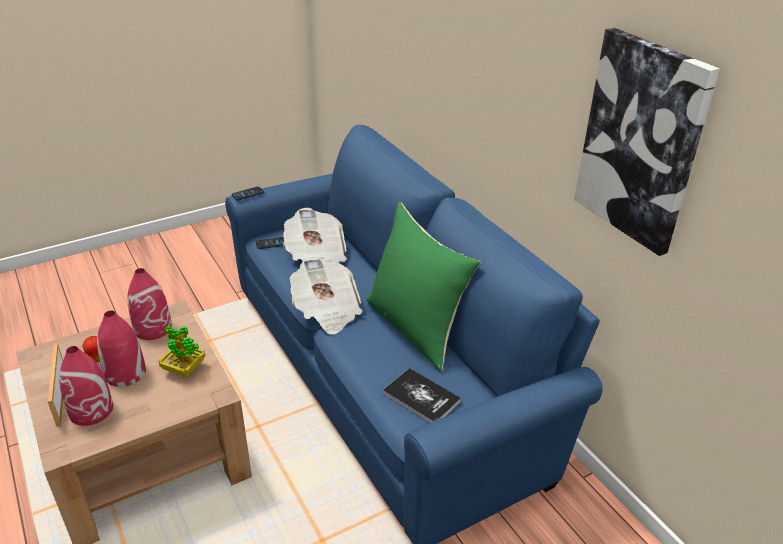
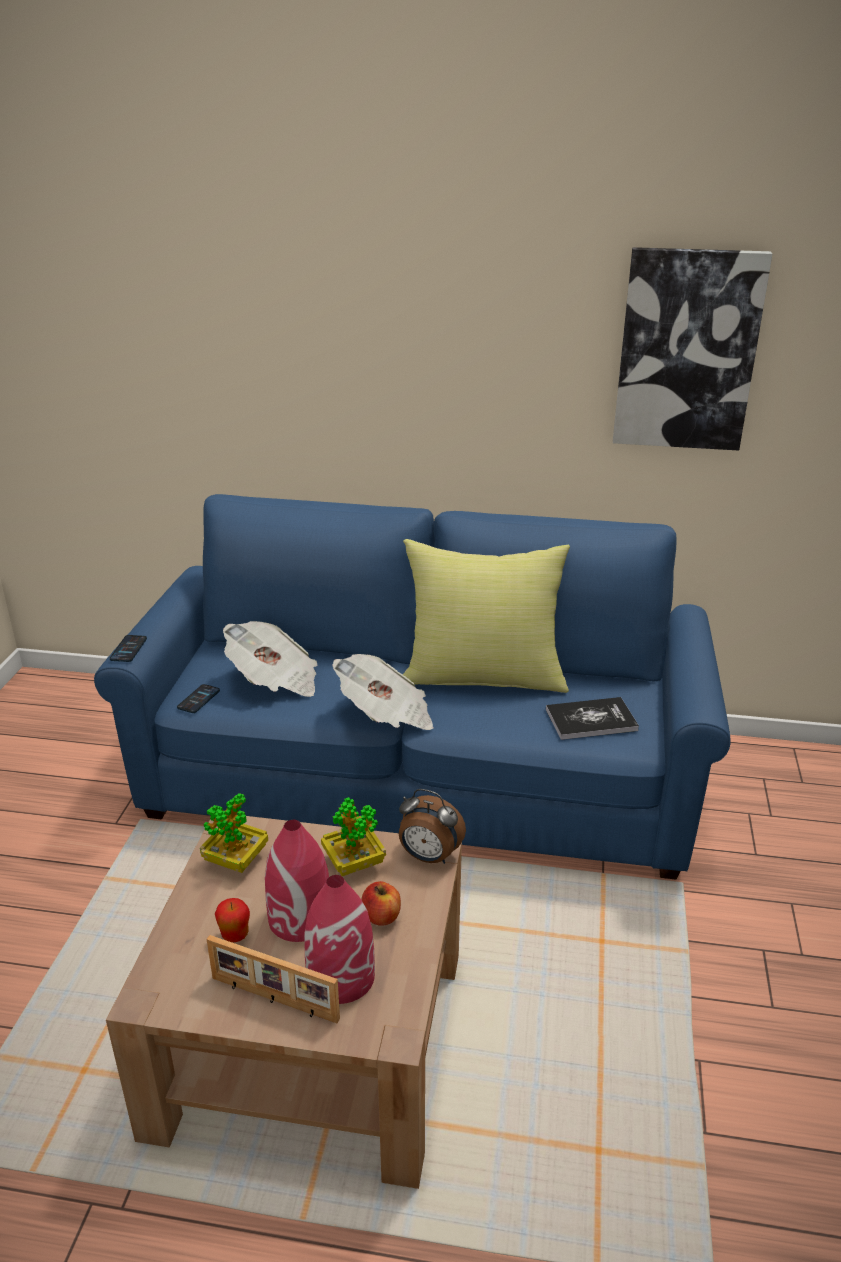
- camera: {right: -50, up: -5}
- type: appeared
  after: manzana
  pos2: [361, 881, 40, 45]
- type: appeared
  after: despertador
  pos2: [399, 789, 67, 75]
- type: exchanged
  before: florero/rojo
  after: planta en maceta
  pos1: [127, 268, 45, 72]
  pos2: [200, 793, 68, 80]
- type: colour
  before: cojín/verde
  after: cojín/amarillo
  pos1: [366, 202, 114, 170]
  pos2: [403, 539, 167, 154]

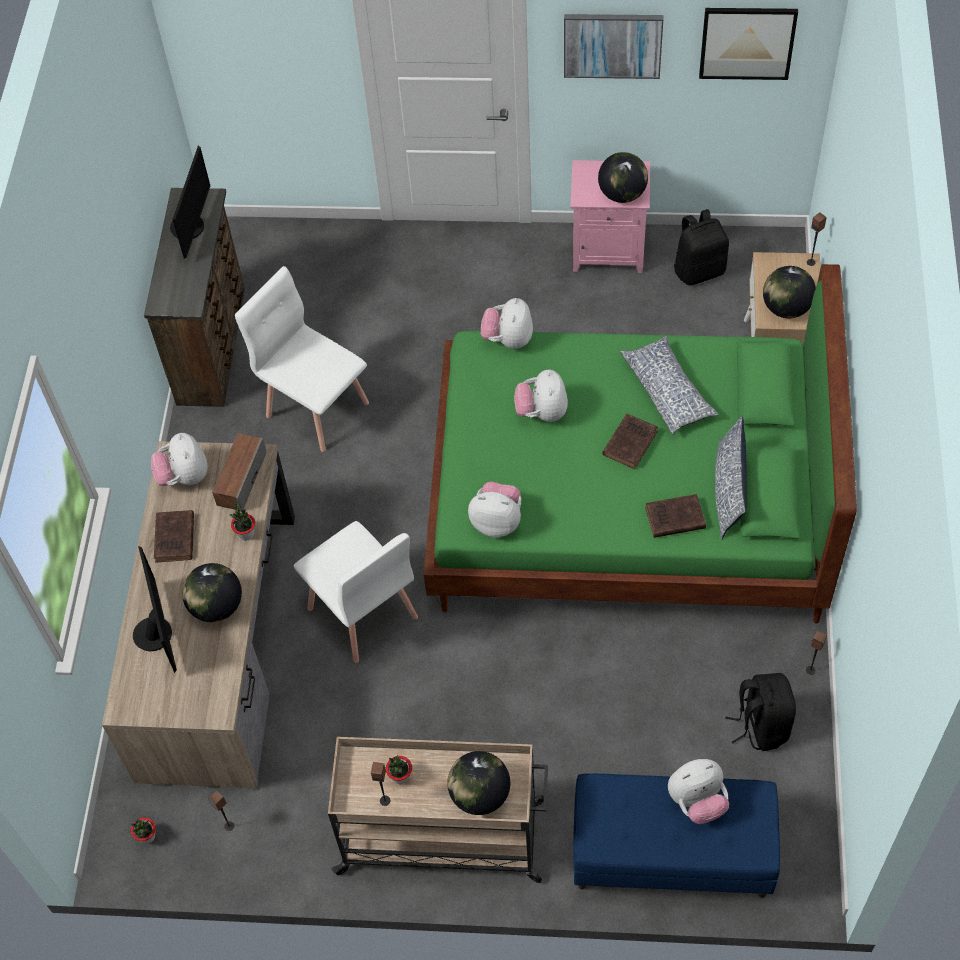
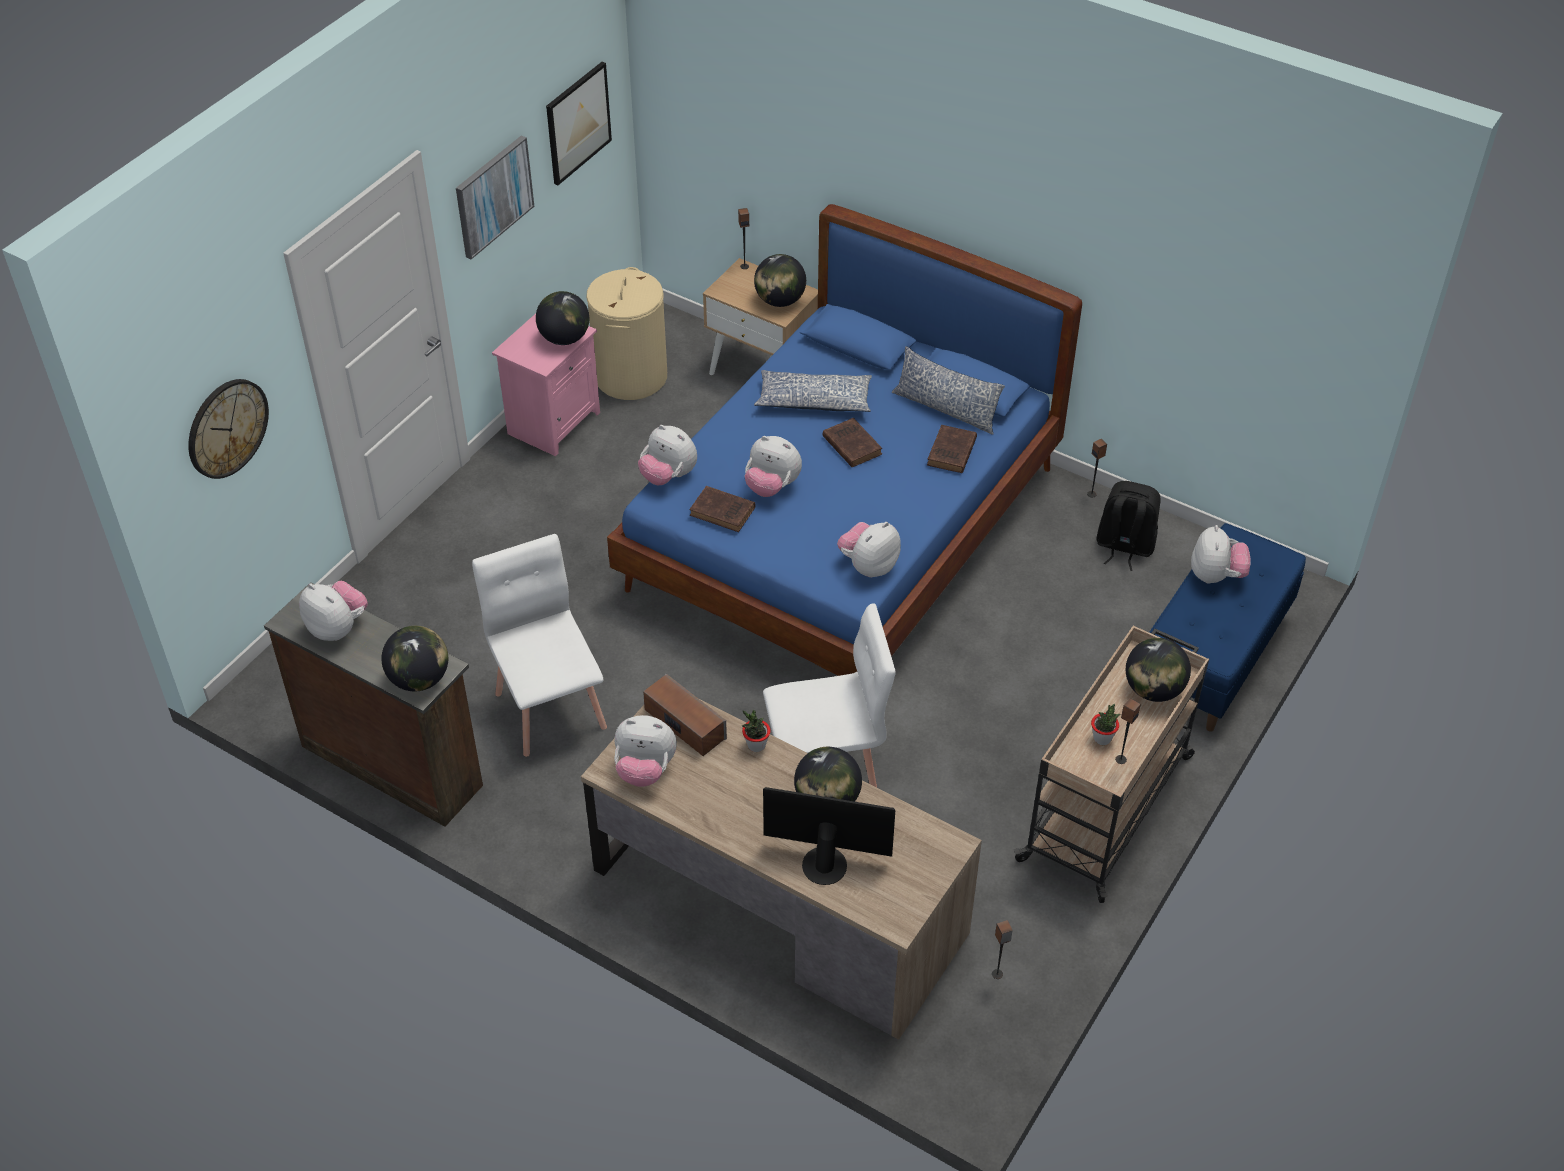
- camera: {right: -65, up: -10}
- type: missing
  before: planta en maceta
  pos1: [131, 818, 24, 26]
- type: appeared
  after: reloj de pared
  pos2: [188, 379, 81, 100]
- type: appeared
  after: globo terráqueo
  pos2: [381, 626, 67, 65]
- type: relocated
  before: libro/marrón
  pos1: [154, 510, 40, 52]
  pos2: [690, 486, 65, 46]
- type: exchanged
  before: monitor
  after: peluche
  pos1: [170, 145, 40, 114]
  pos2: [299, 581, 69, 60]
- type: exchanged
  before: mochila/negro
  after: cesto de la ropa/beis
  pos1: [674, 209, 55, 76]
  pos2: [586, 267, 81, 133]
- type: colour
  before: cama/verde
  after: cama/azul
  pos1: [424, 264, 432, 360]
  pos2: [607, 204, 475, 472]
- type: spun
  before: silla/blanco
  pos1: [235, 266, 134, 186]
  pos2: [472, 534, 135, 223]
  turn: 90

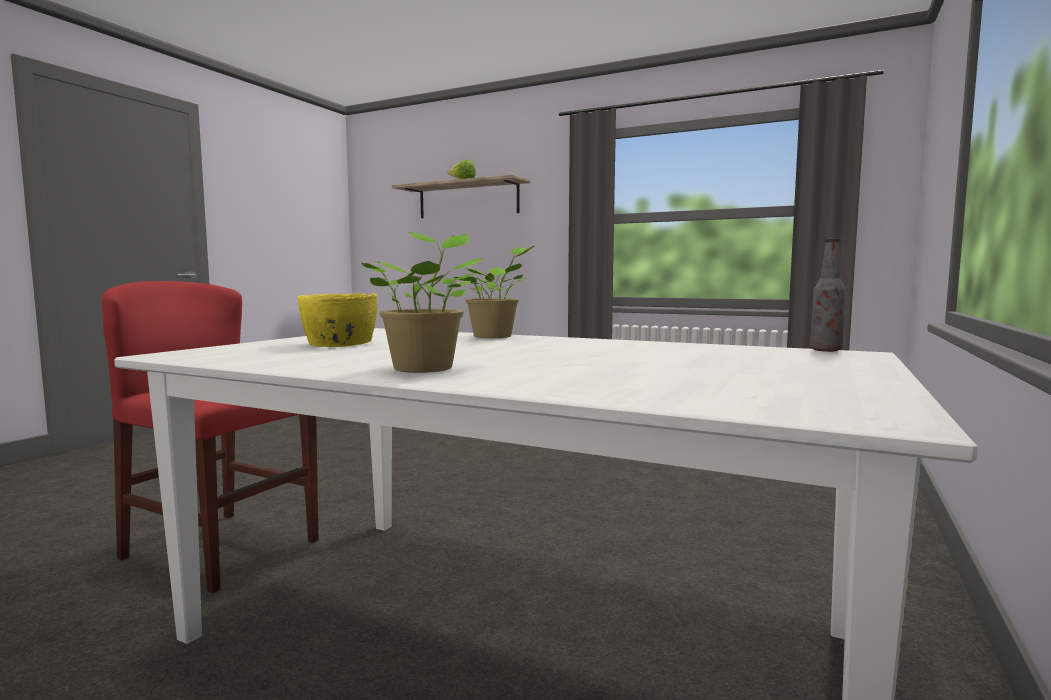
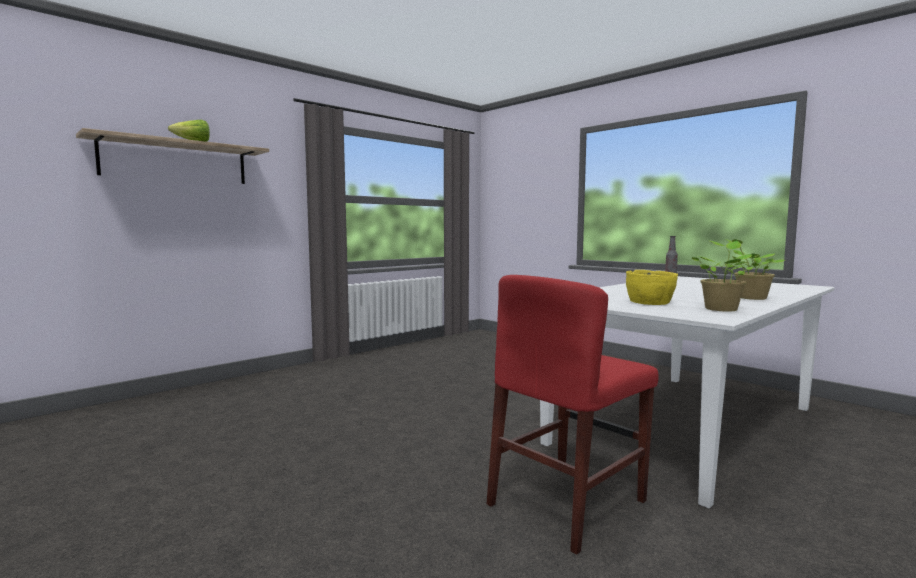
- camera: {right: -70, up: 0}
- type: relocated
  before: planta en maceta
  pos1: [453, 246, 81, 92]
  pos2: [692, 240, 61, 72]

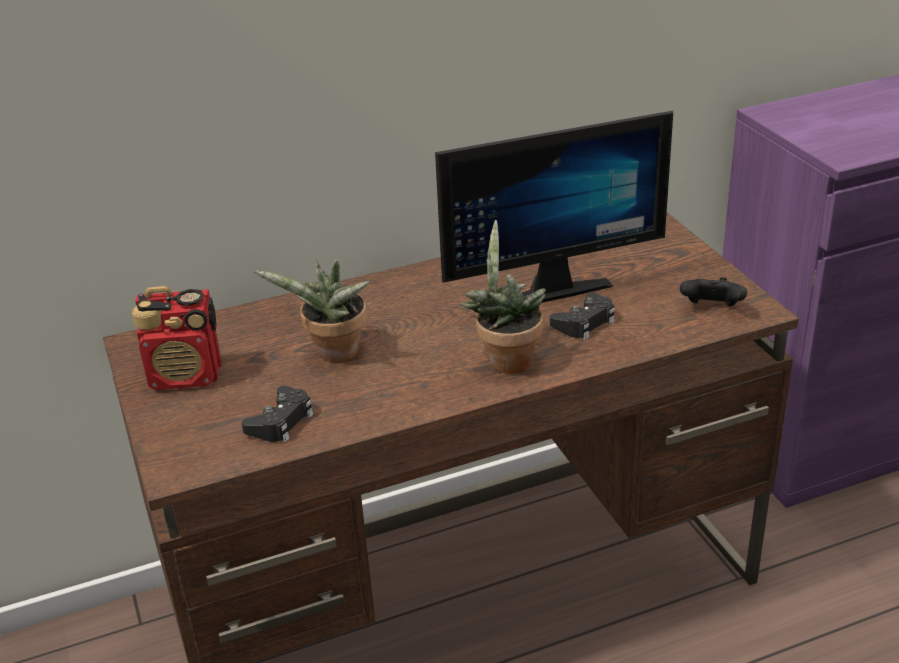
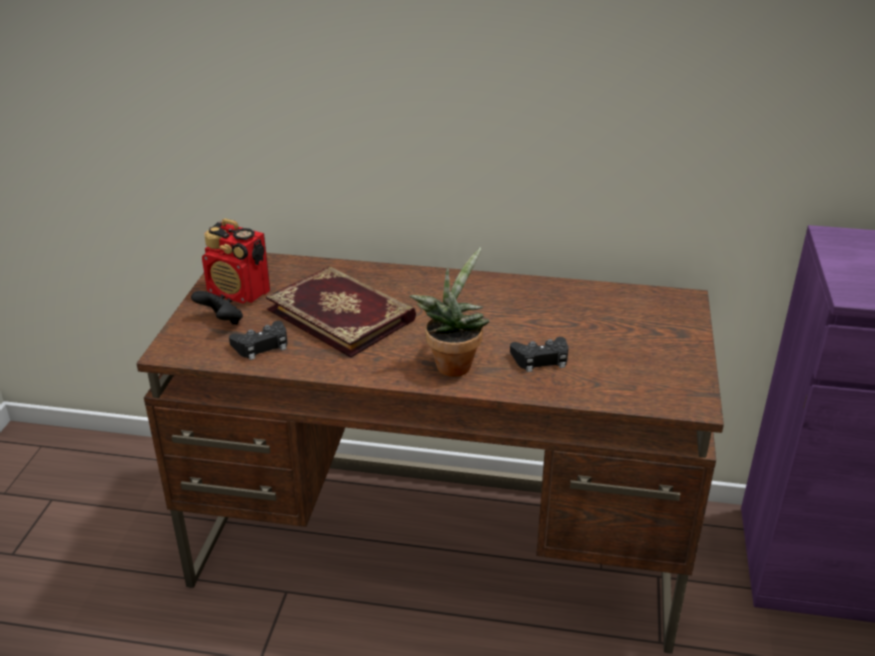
- camera: {right: 30, up: 0}
- type: missing
  before: monitor
  pos1: [435, 111, 238, 192]
- type: relocated
  before: mando de consola/negro
  pos1: [680, 277, 67, 29]
  pos2: [191, 291, 52, 34]
- type: exchanged
  before: planta en maceta
  after: libro
  pos1: [253, 259, 116, 103]
  pos2: [266, 266, 150, 92]

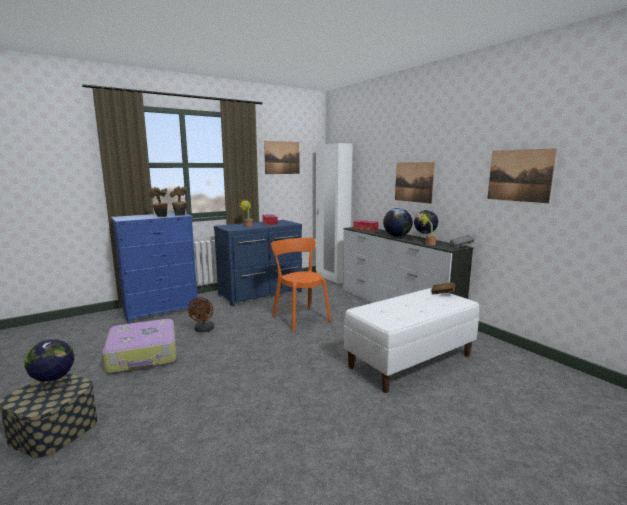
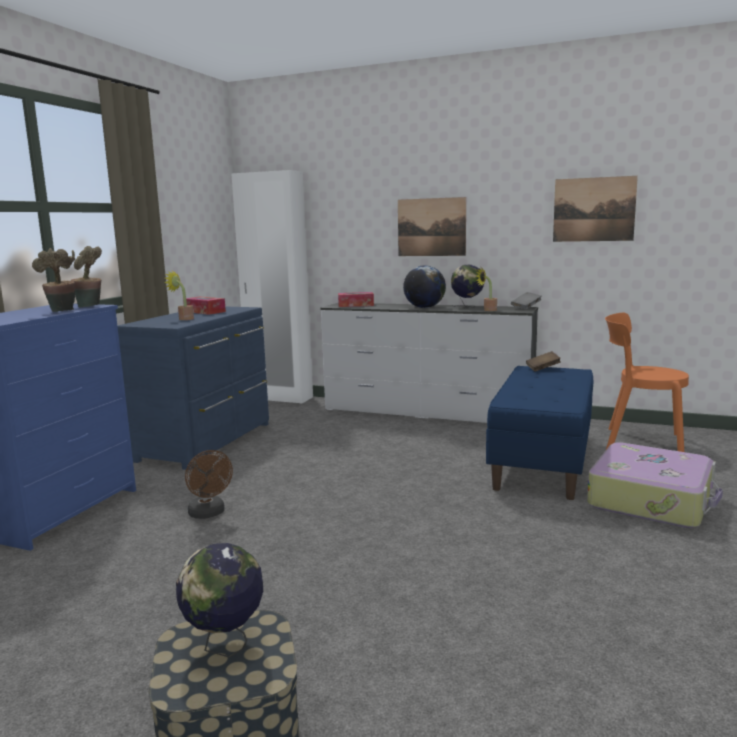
- camera: {right: -35, up: 0}
- type: missing
  before: cuadro
  pos1: [264, 141, 36, 33]
- type: relocated
  before: maleta
  pos1: [102, 319, 75, 55]
  pos2: [587, 442, 136, 86]
- type: relocated
  before: silla/naranja
  pos1: [271, 238, 60, 93]
  pos2: [605, 313, 84, 139]
- type: colour
  before: banco/blanco
  after: banco/azul
  pos1: [344, 288, 135, 105]
  pos2: [486, 366, 107, 134]

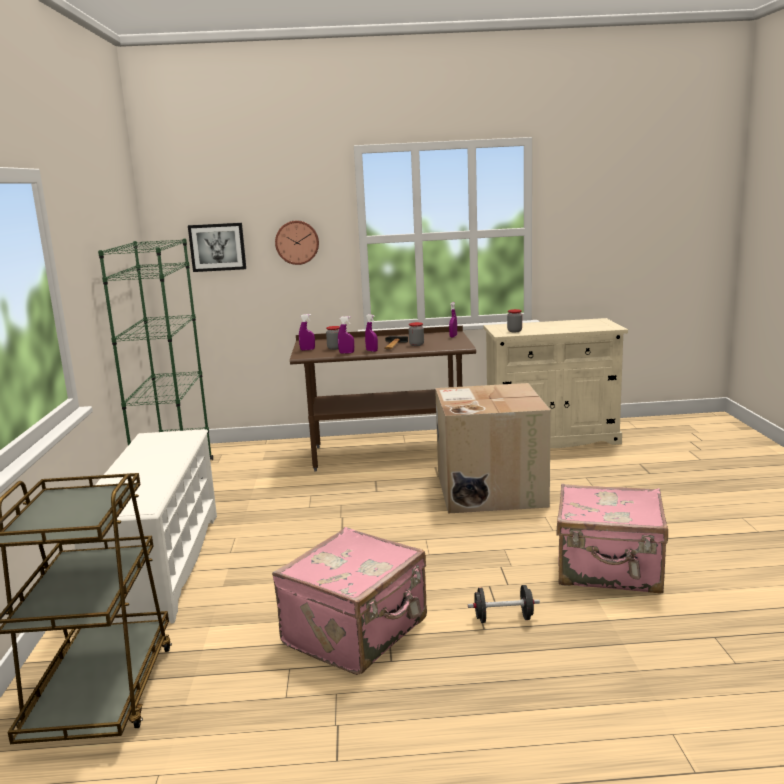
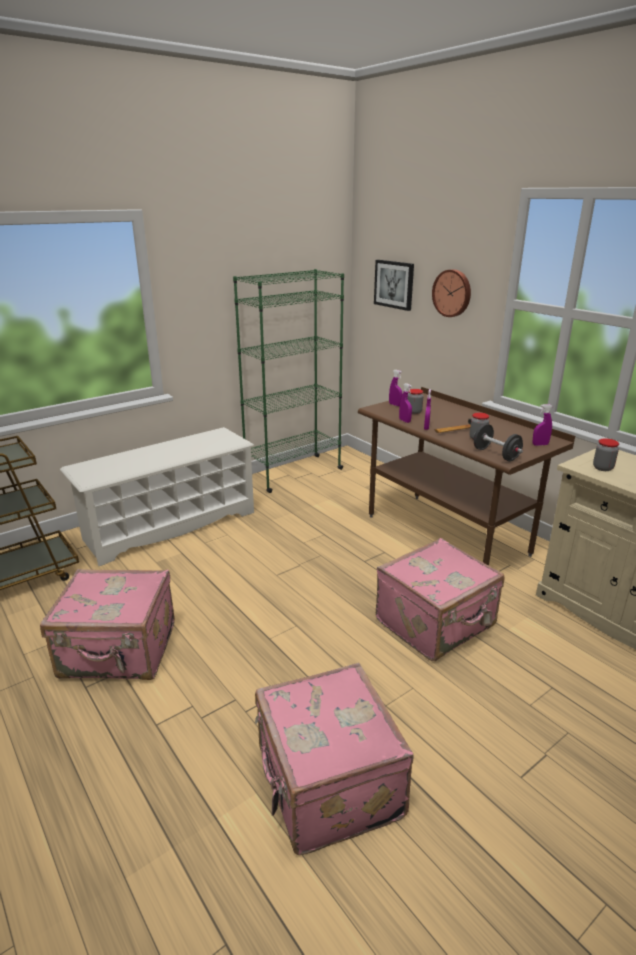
- camera: {right: 55, up: 10}
- type: relocated
  before: mancuerna/negro
  pos1: [468, 585, 72, 38]
  pos2: [474, 424, 49, 37]
- type: exchanged
  before: caja de cartón
  after: maleta/rosa
  pos1: [435, 383, 116, 130]
  pos2: [376, 538, 129, 123]

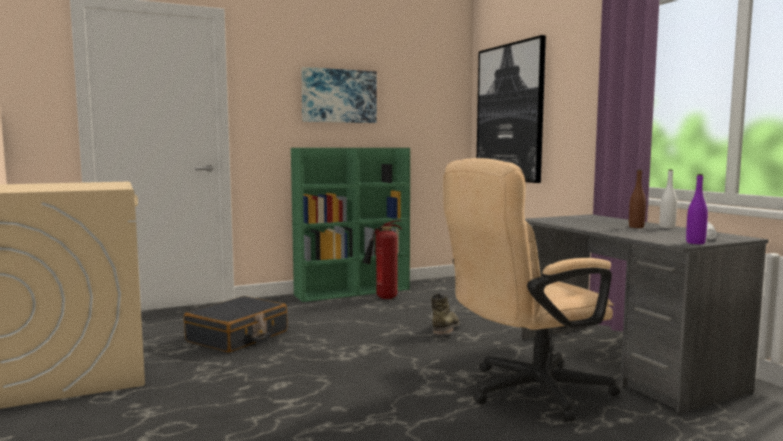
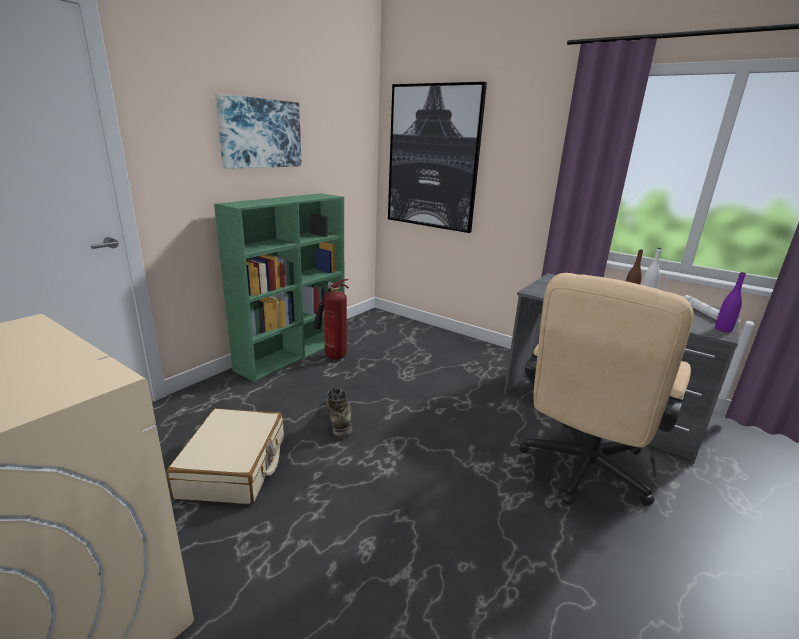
- camera: {right: -30, up: 15}
- type: relocated
  before: bota/verde
  pos1: [431, 293, 29, 43]
  pos2: [326, 388, 26, 49]
- type: colour
  before: maleta/negro
  after: maleta/beis
  pos1: [184, 296, 104, 57]
  pos2: [167, 408, 117, 97]

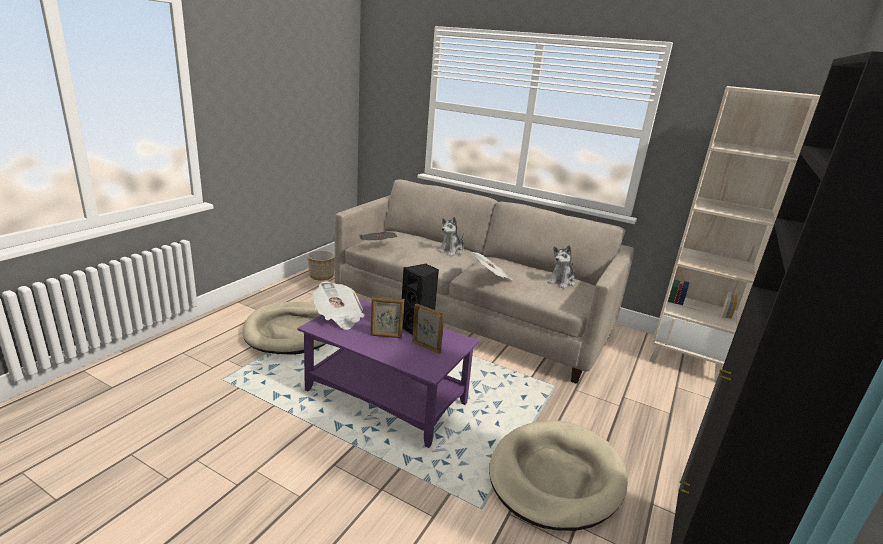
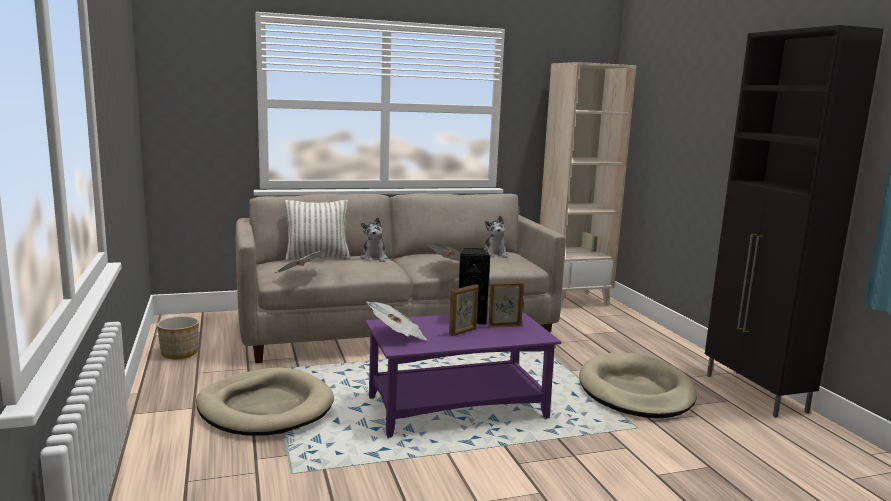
- camera: {right: -45, up: -10}
- type: appeared
  after: cojín
  pos2: [284, 200, 66, 61]

